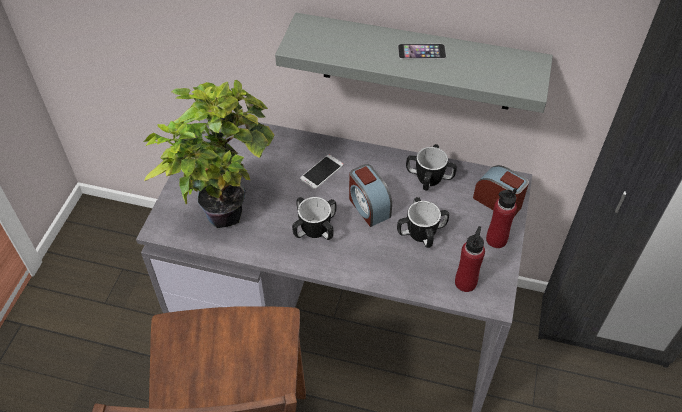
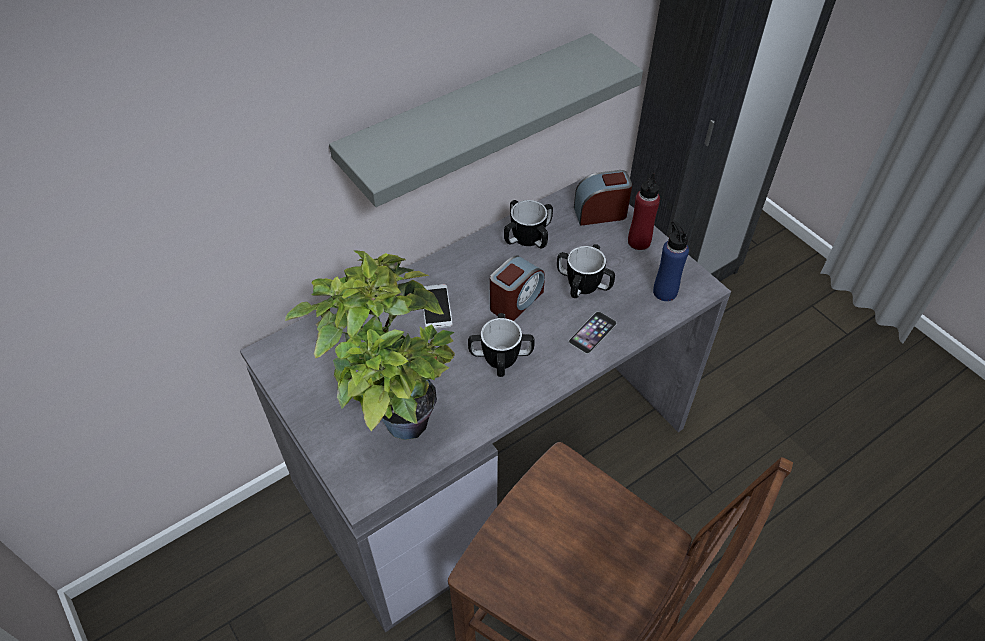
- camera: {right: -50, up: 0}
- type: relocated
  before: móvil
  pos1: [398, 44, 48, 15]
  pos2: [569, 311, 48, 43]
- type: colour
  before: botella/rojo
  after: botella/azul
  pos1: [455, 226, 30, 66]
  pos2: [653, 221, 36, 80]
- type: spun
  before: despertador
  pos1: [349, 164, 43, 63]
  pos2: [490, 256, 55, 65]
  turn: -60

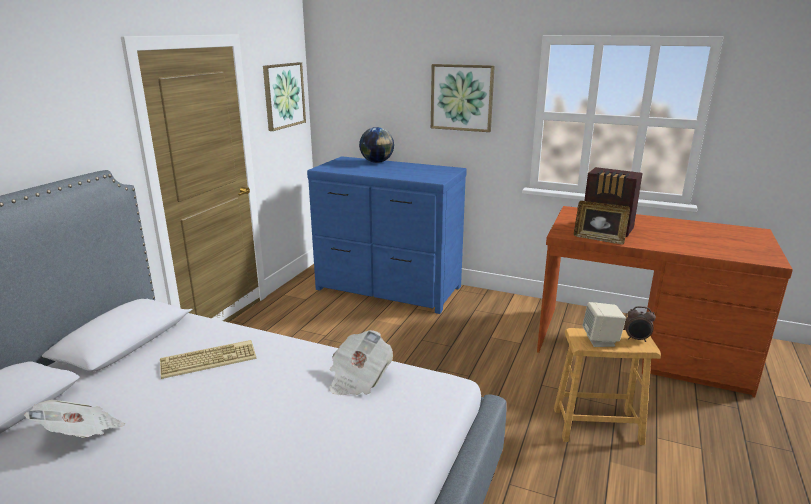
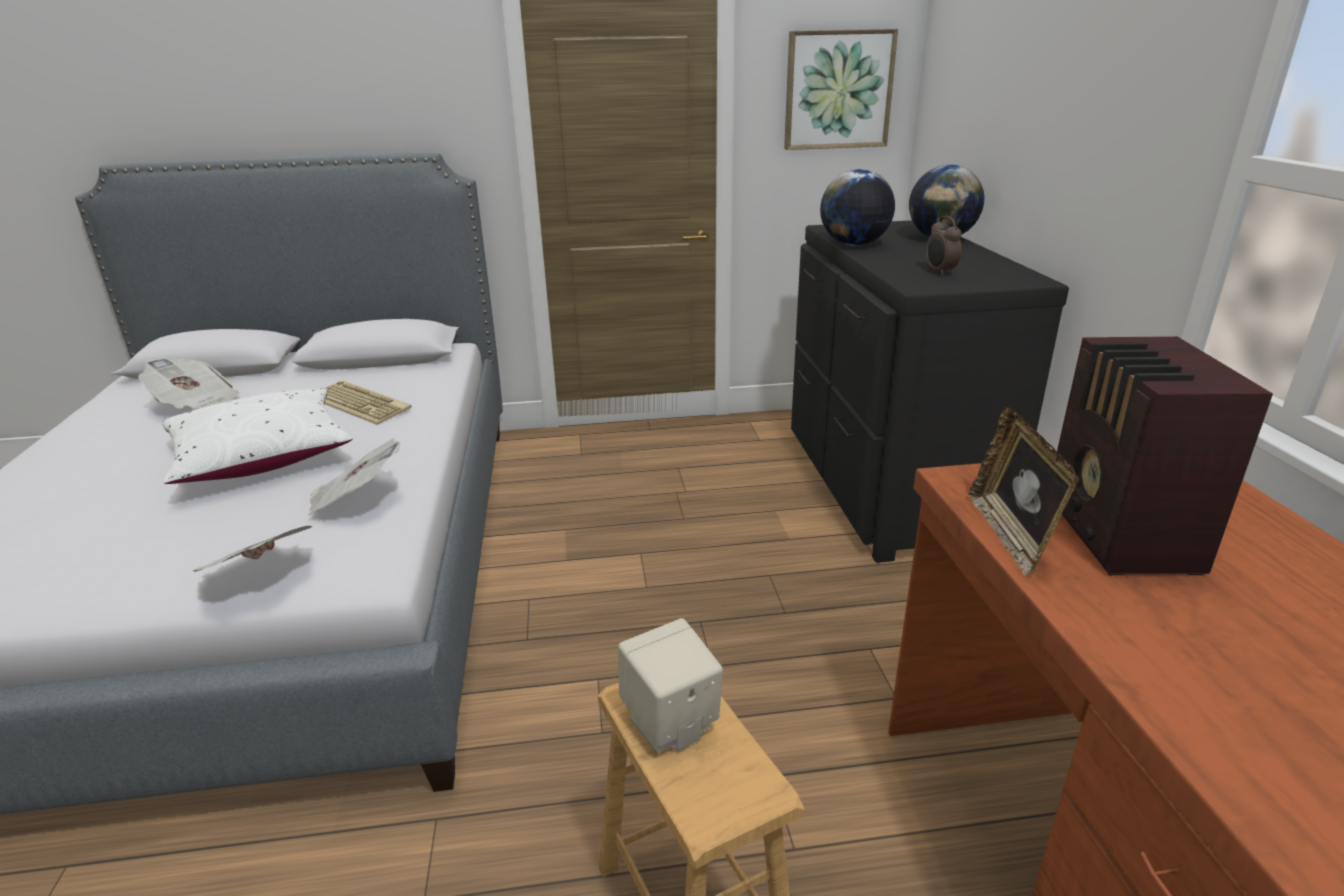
- camera: {right: 60, up: 5}
- type: missing
  before: cuadro
  pos1: [431, 64, 64, 68]
- type: appeared
  after: cojín/blanco
  pos2: [162, 388, 191, 96]
- type: appeared
  after: periódico
  pos2: [192, 526, 121, 46]
- type: appeared
  after: globo terráqueo
  pos2: [820, 169, 75, 77]
- type: relocated
  before: despertador
  pos1: [625, 306, 31, 36]
  pos2: [926, 216, 36, 60]
- type: colour
  before: cómoda/azul
  after: cómoda/negro
  pos1: [307, 156, 160, 158]
  pos2: [791, 220, 278, 343]

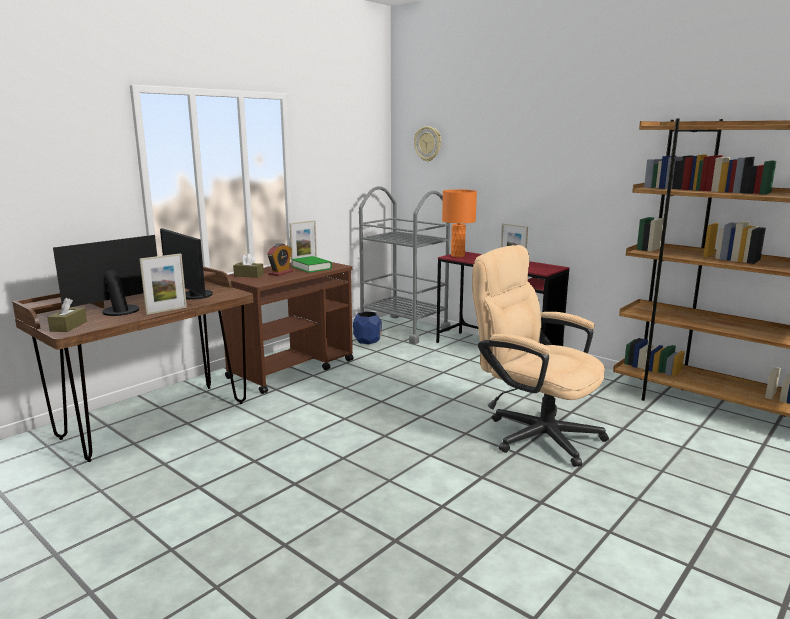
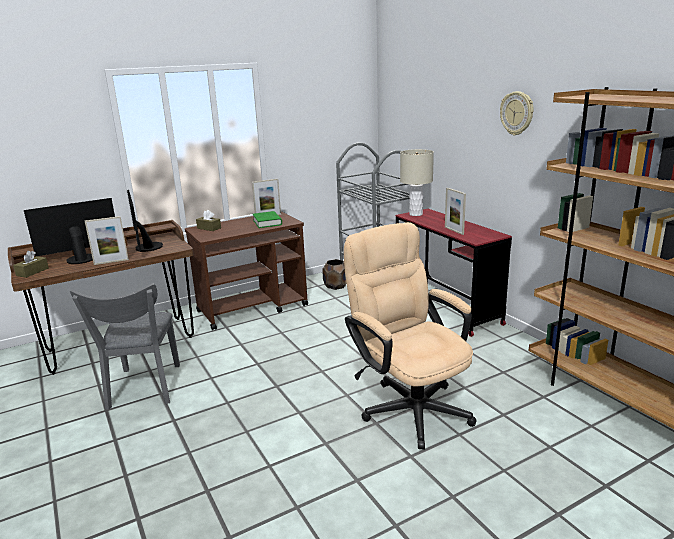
- camera: {right: 20, up: 5}
- type: missing
  before: despertador
  pos1: [267, 243, 26, 33]
- type: appeared
  after: silla/gris
  pos2: [70, 283, 110, 127]
- type: relocated
  before: reloj de pared
  pos1: [414, 126, 27, 36]
  pos2: [500, 91, 33, 45]
- type: colour
  before: maceta/azul
  after: maceta/marrón
  pos1: [353, 311, 29, 33]
  pos2: [322, 259, 25, 31]
- type: colour
  before: lámpara de mesa/naranja
  after: lámpara de mesa/beis
  pos1: [442, 189, 35, 68]
  pos2: [400, 149, 34, 67]

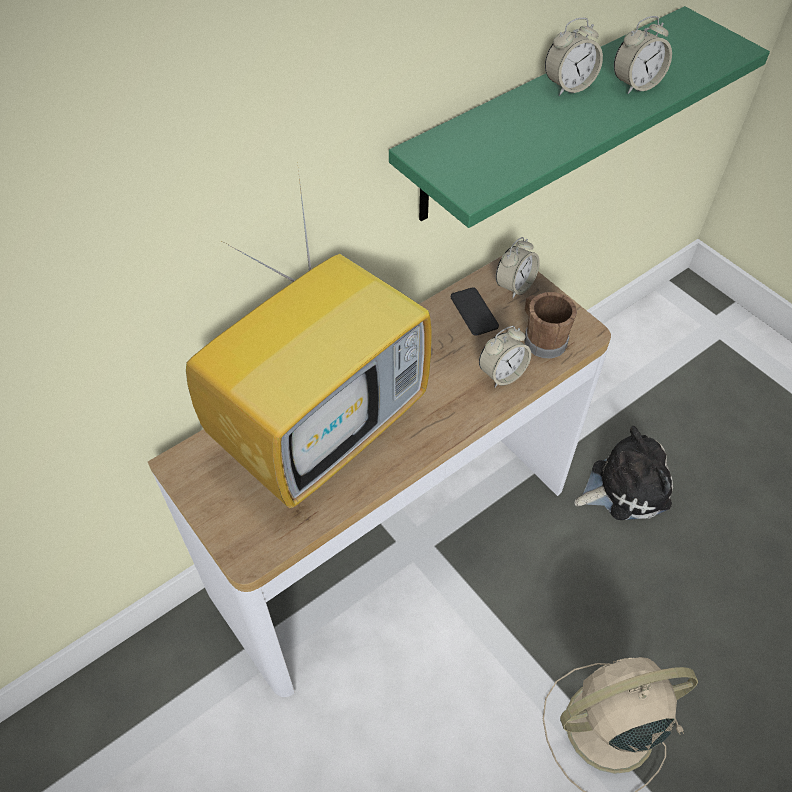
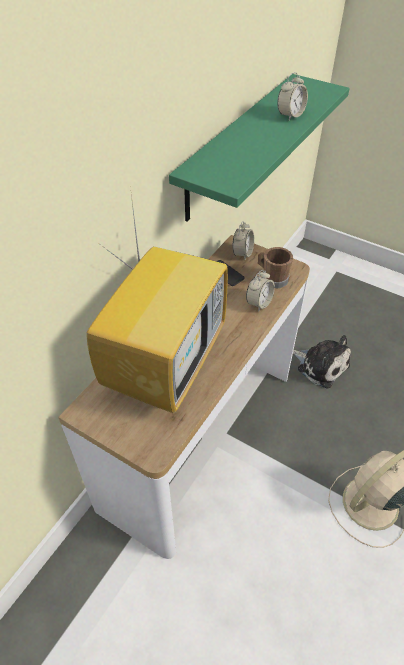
- camera: {right: -20, up: -5}
- type: missing
  before: despertador
  pos1: [545, 18, 58, 78]
- type: spun
  before: peluche
  pos1: [574, 426, 99, 94]
  pos2: [293, 335, 58, 53]
  turn: 75

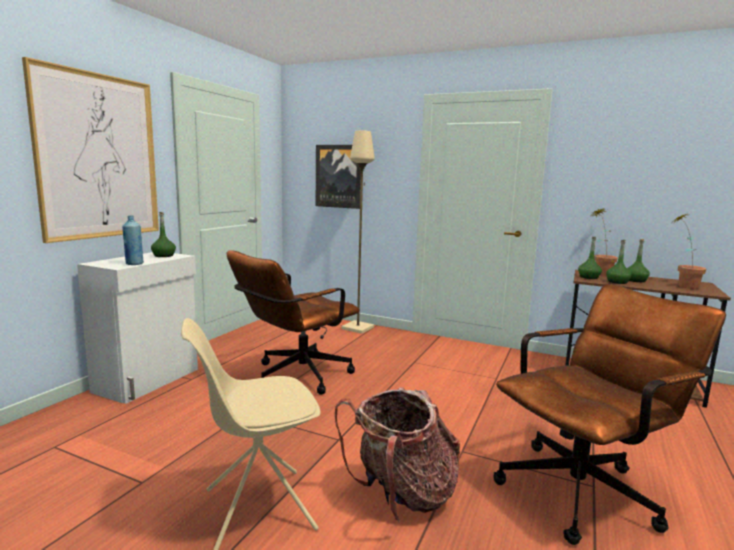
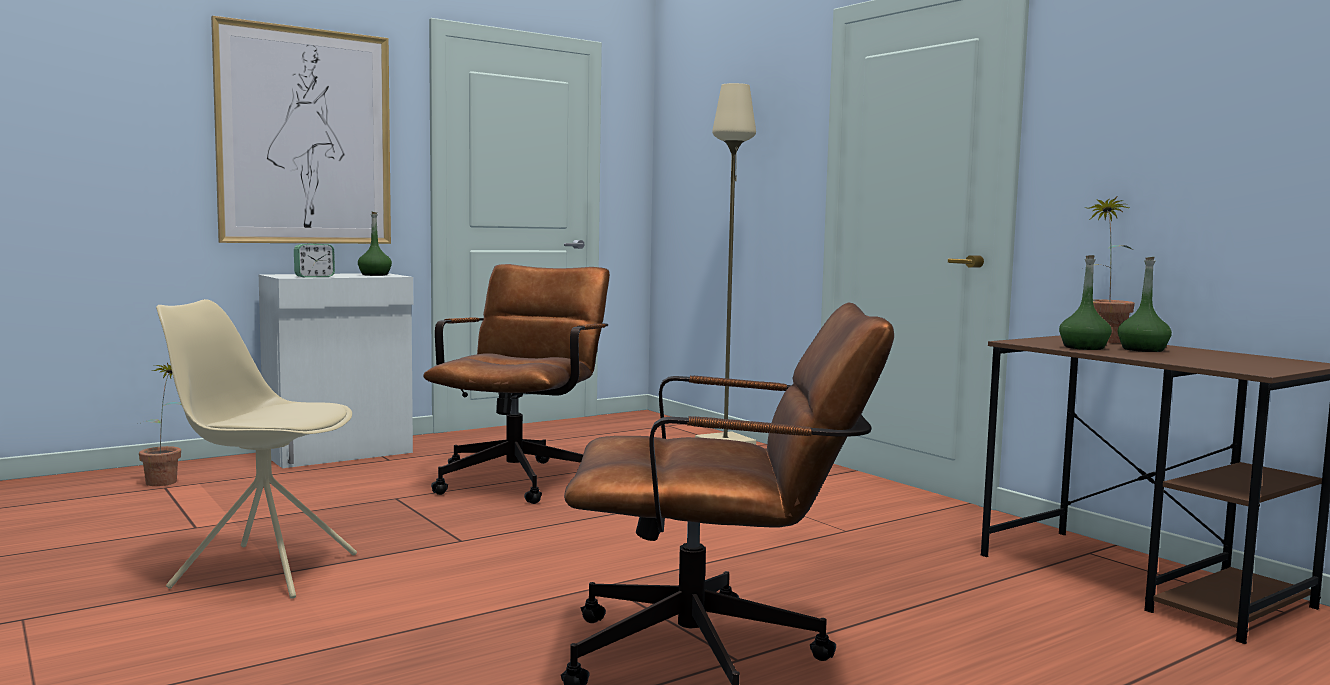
- camera: {right: 30, up: -5}
- type: missing
  before: cuadro
  pos1: [316, 145, 45, 64]
- type: missing
  before: mochila
  pos1: [335, 387, 125, 135]
- type: missing
  before: botella/verde
  pos1: [578, 237, 24, 42]
- type: relocated
  before: planta en maceta
  pos1: [673, 214, 33, 75]
  pos2: [139, 363, 42, 123]
- type: exchanged
  before: botella/azul
  after: despertador
  pos1: [122, 215, 22, 50]
  pos2: [294, 244, 41, 34]
- type: spun
  before: silla de oficina/marrón
  pos1: [227, 250, 133, 145]
  pos2: [423, 264, 187, 240]
  turn: 120

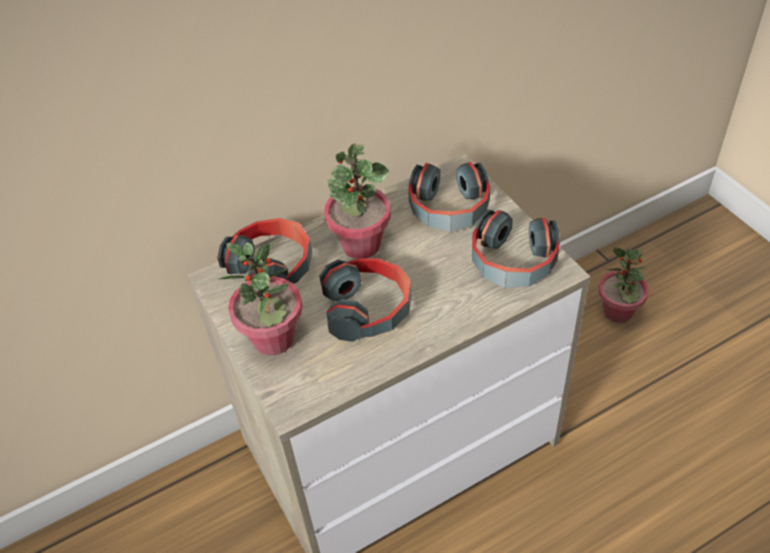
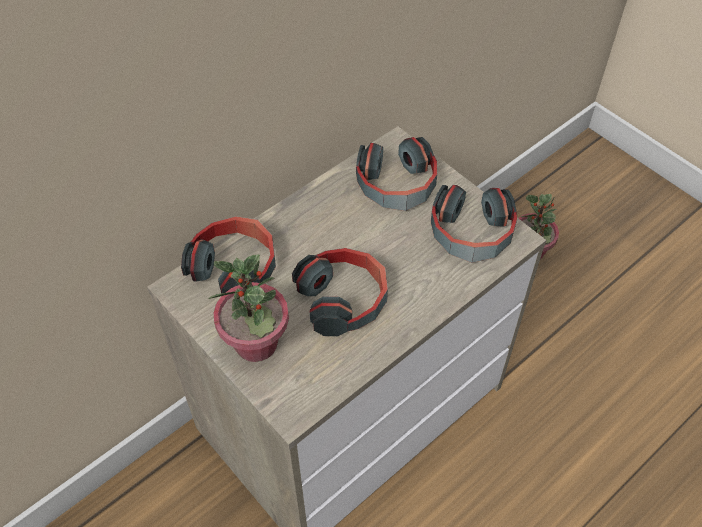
- camera: {right: -15, up: 5}
- type: missing
  before: planta en maceta
  pos1: [324, 143, 67, 116]

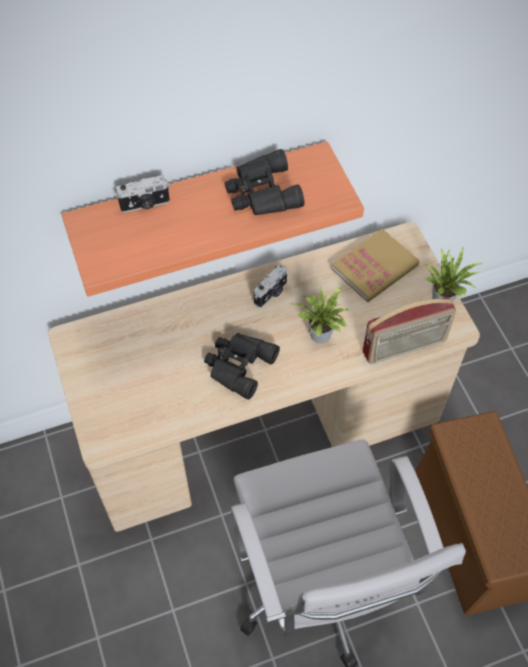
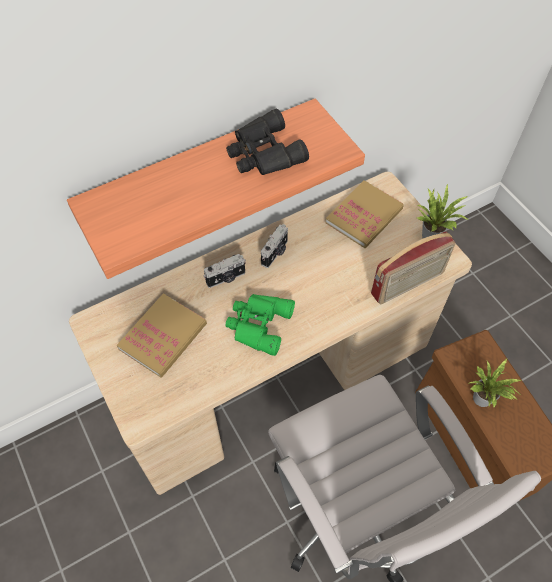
- camera: {right: -10, up: 0}
- type: appeared
  after: libro
  pos2: [117, 293, 90, 85]
- type: relocated
  before: cámara
  pos1: [115, 175, 55, 38]
  pos2: [204, 254, 42, 34]
- type: relocated
  before: planta en maceta
  pos1: [291, 286, 58, 57]
  pos2: [469, 359, 53, 48]
- type: colour
  before: prismáticos/negro
  after: prismáticos/verde
  pos1: [204, 333, 76, 66]
  pos2: [225, 294, 70, 62]

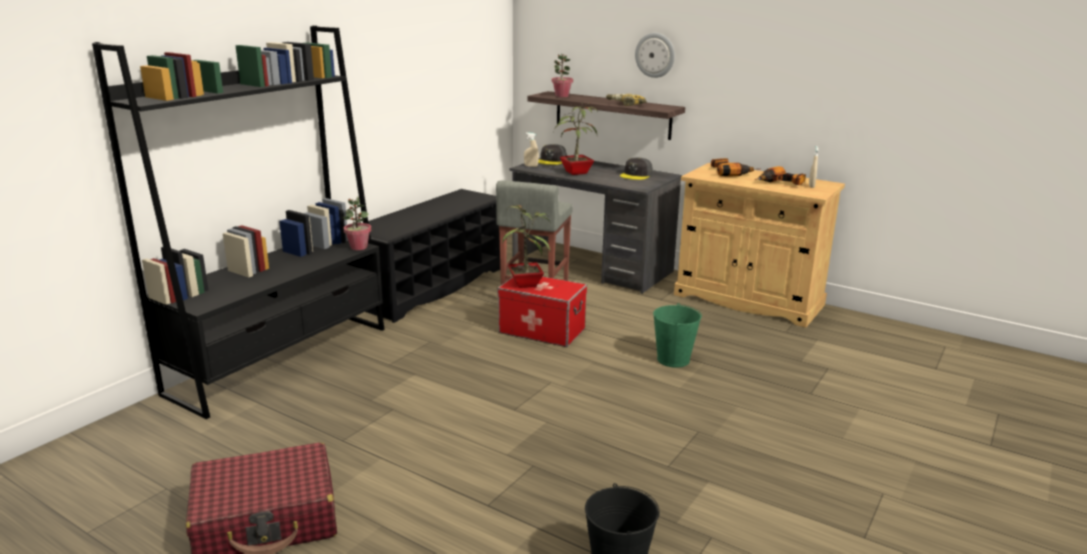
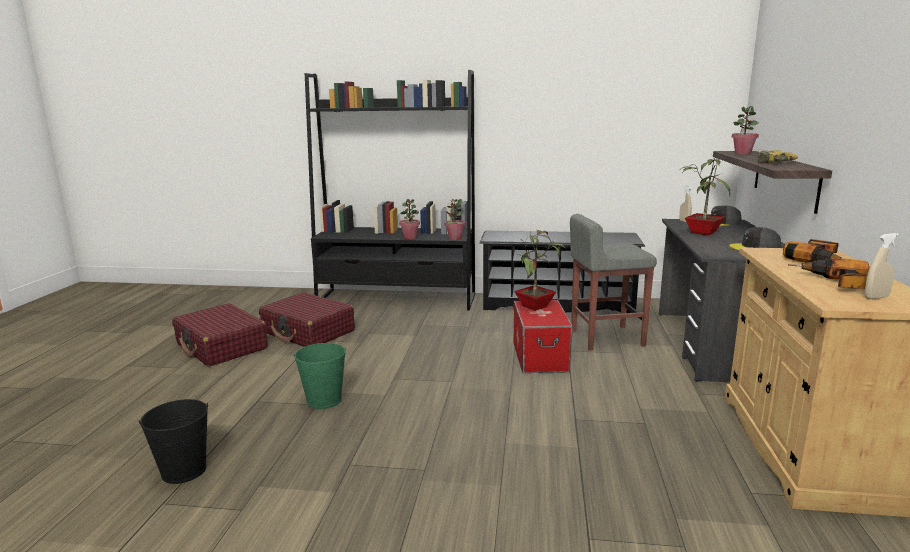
- camera: {right: 65, up: -5}
- type: missing
  before: reloj de pared
  pos1: [635, 33, 40, 45]
- type: appeared
  after: maleta/rojo
  pos2: [259, 292, 96, 55]
- type: appeared
  after: planta en maceta
  pos2: [399, 199, 21, 40]
- type: relocated
  before: cubo/verde
  pos1: [653, 303, 49, 65]
  pos2: [293, 343, 53, 66]

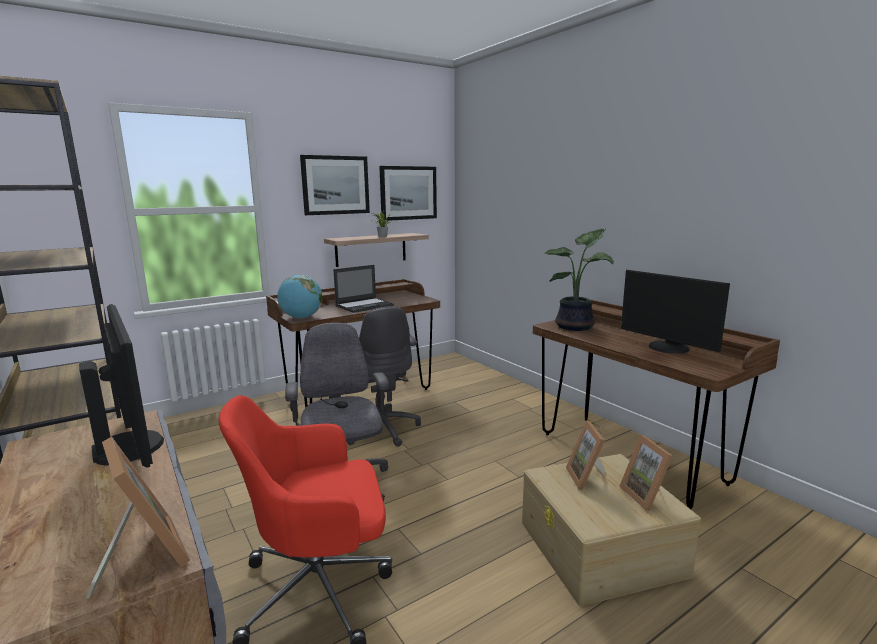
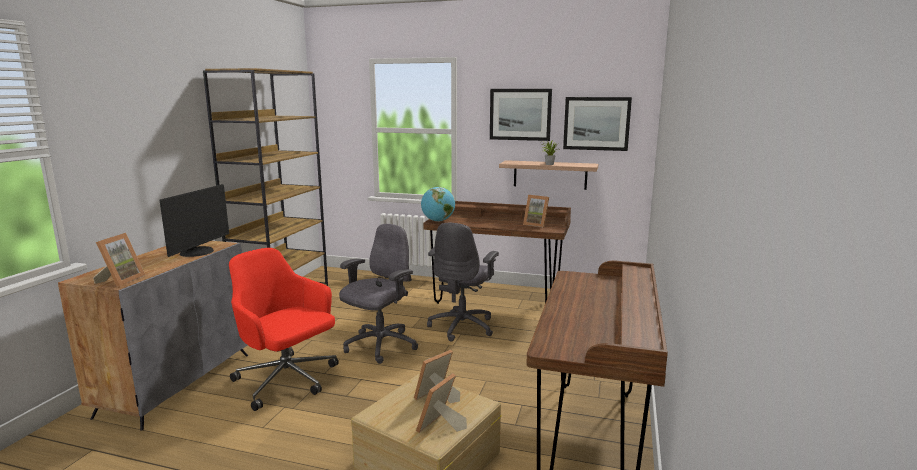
- camera: {right: 50, up: 0}
- type: missing
  before: portátil
  pos1: [333, 265, 61, 48]
- type: missing
  before: planta en maceta
  pos1: [544, 228, 70, 103]
- type: missing
  before: monitor
  pos1: [621, 270, 109, 84]
- type: appeared
  after: portarretratos
  pos2: [523, 195, 26, 33]

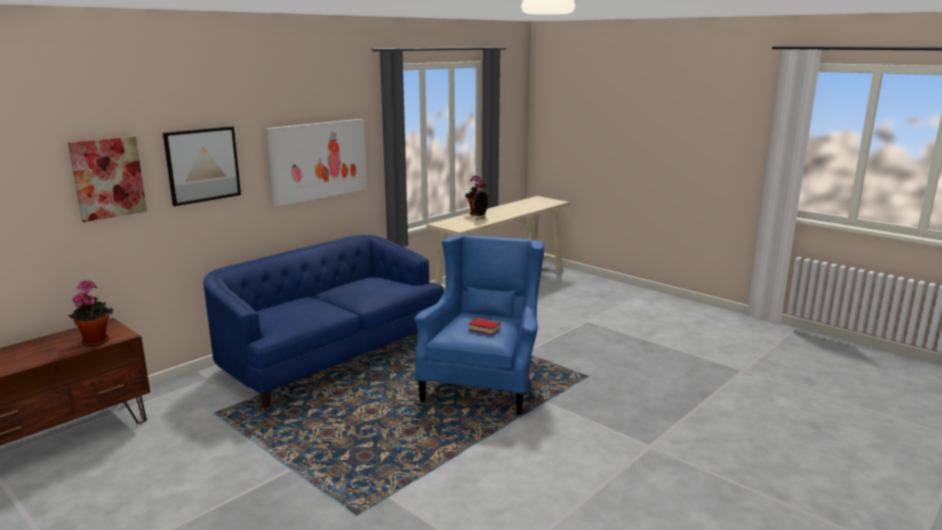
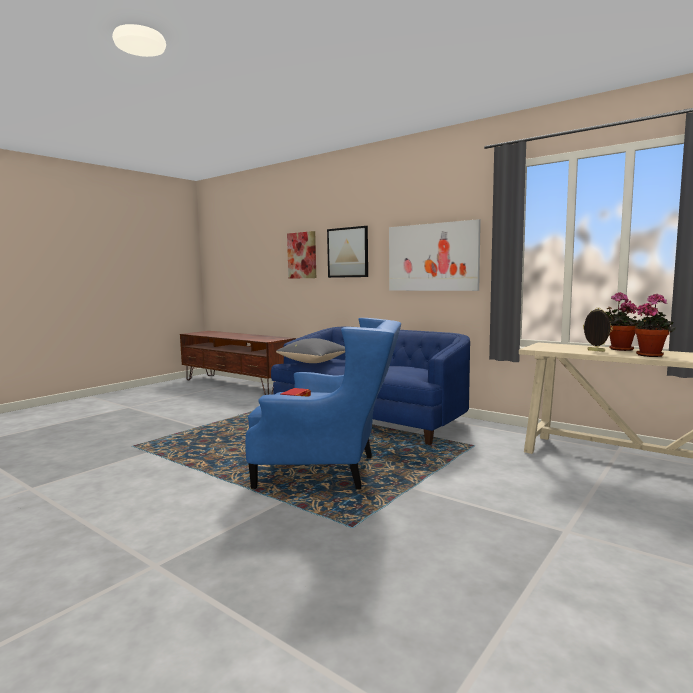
- camera: {right: 85, up: -10}
- type: appeared
  after: cojín/gris
  pos2: [276, 338, 69, 25]
- type: relocated
  before: planta en maceta
  pos1: [68, 280, 45, 66]
  pos2: [630, 293, 45, 64]

